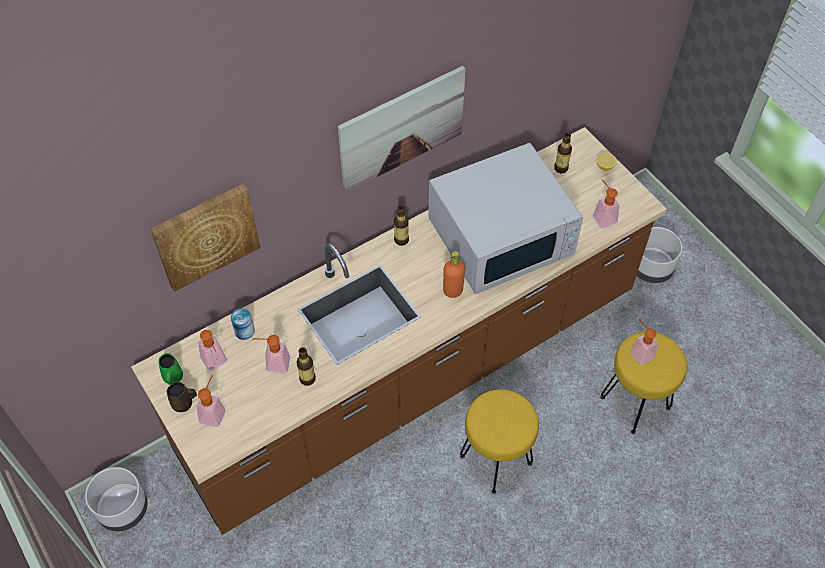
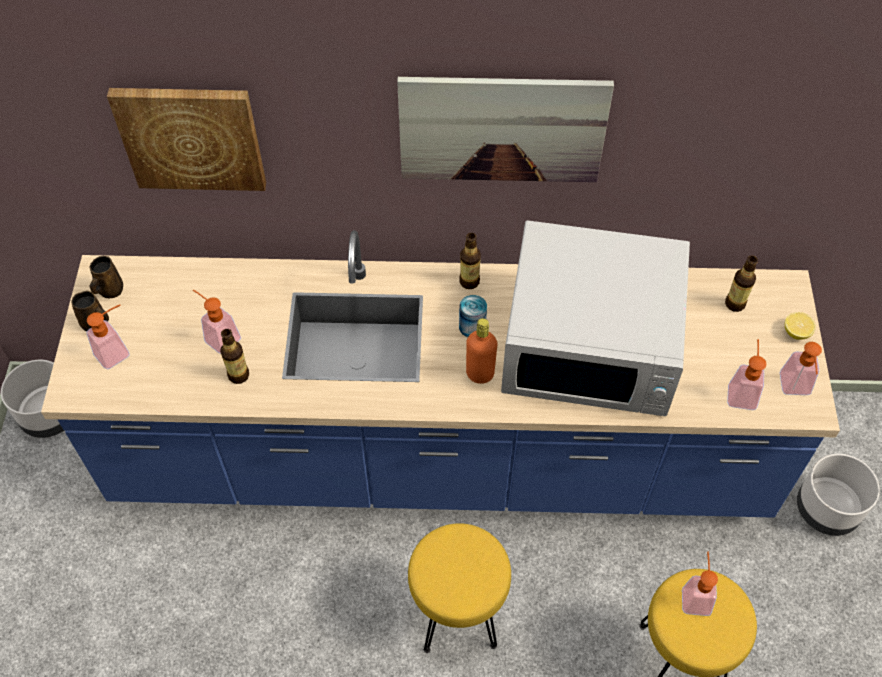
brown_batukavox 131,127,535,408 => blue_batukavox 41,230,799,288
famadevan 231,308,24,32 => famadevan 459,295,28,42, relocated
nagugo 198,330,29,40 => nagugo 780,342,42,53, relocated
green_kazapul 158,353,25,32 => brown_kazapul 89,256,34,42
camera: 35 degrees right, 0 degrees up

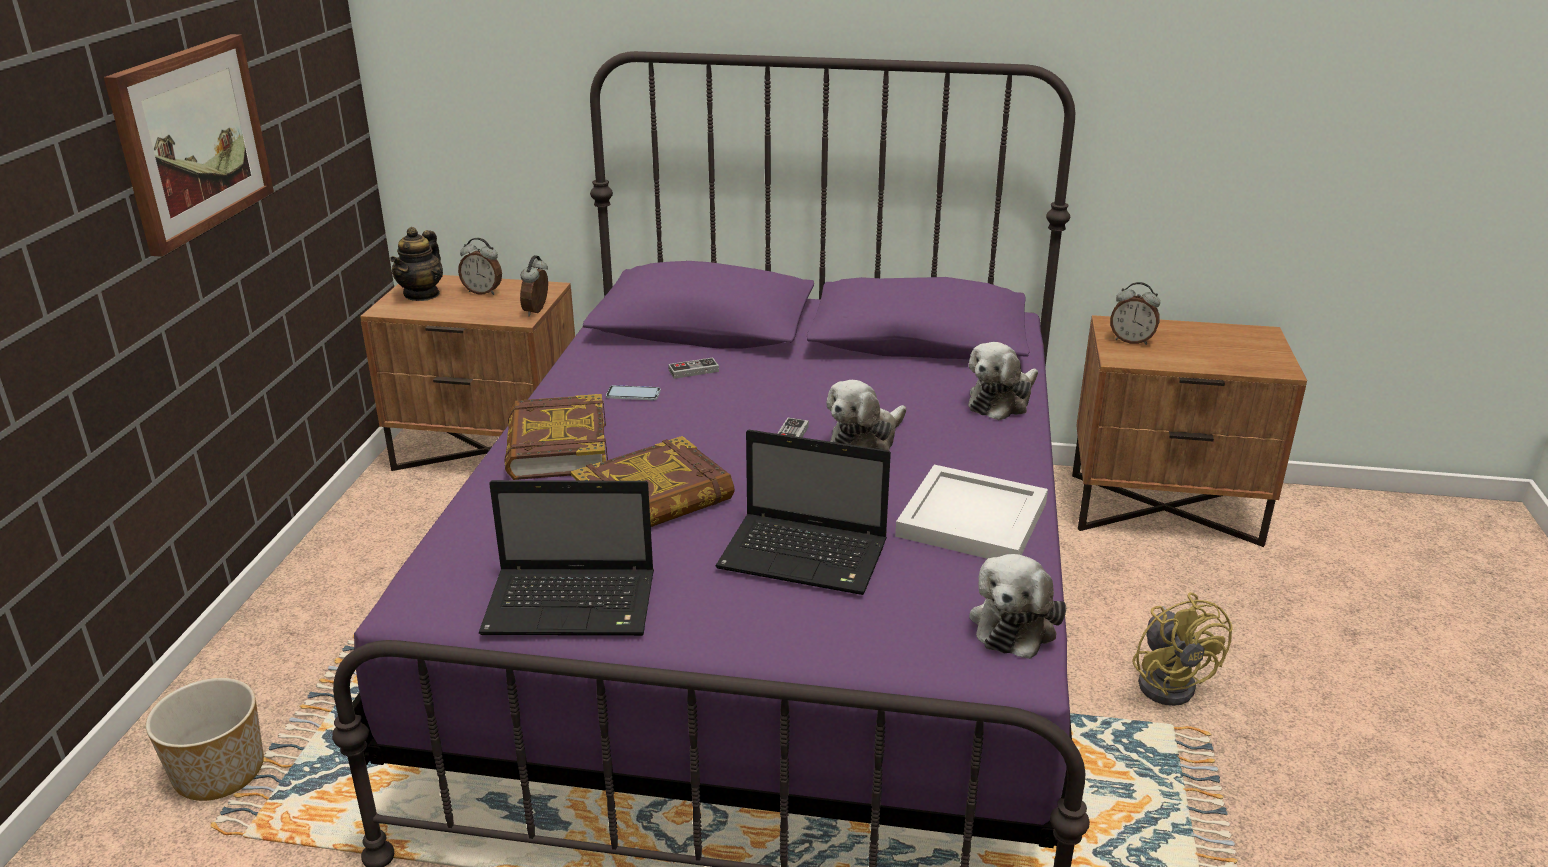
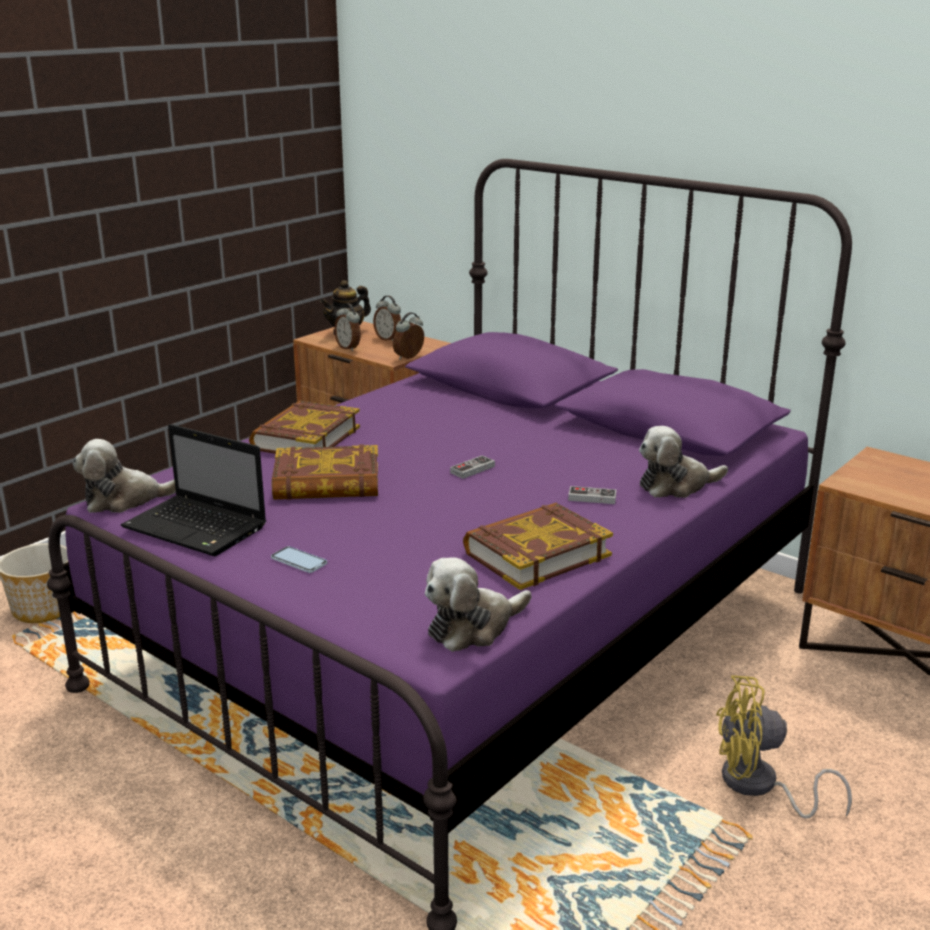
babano 104,34,170,223 => nothing
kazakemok 1110,282,50,63 => kazakemok 334,303,27,48, relocated
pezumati 668,358,51,21 => pezumati 568,486,48,18, relocated
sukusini 826,380,80,70 => sukusini 73,439,103,74, relocated
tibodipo 606,385,55,15 => tibodipo 271,546,56,27, relocated
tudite 716,430,175,165 => nothing
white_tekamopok 895,465,153,94 => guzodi 463,503,150,87
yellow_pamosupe 1132,592,101,114 => yellow_pamosupe 716,675,136,144, 75 degrees clockwise
camera: 30 degrees right, 5 degrees down

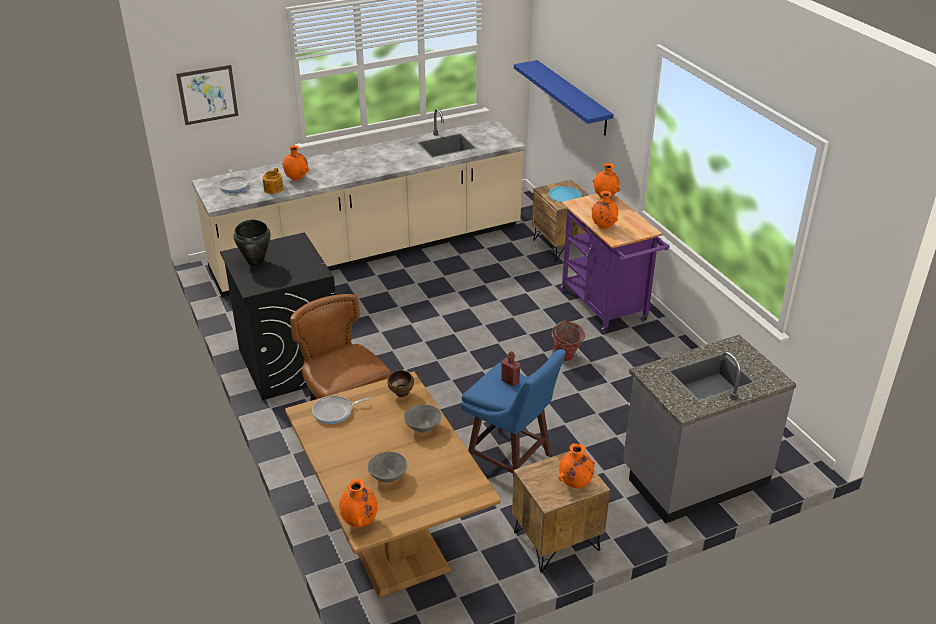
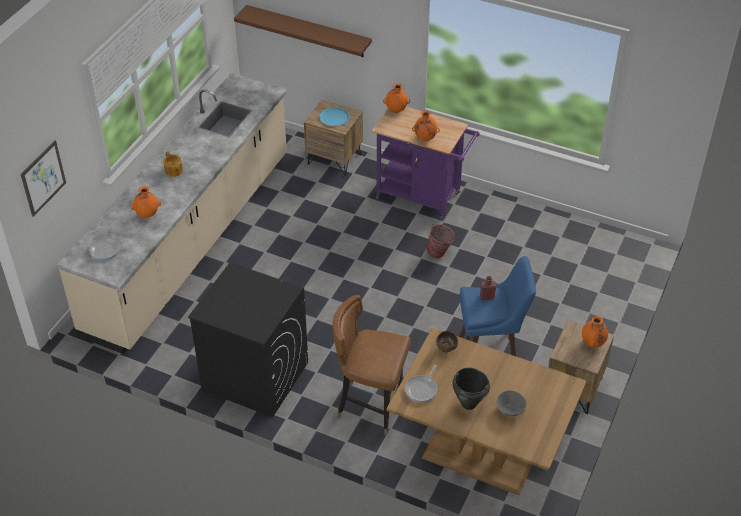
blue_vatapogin 514,60,99,76 => brown_vatapogin 234,5,138,52
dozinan 262,168,22,26 => dozinan 163,151,20,26, relocated
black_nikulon 233,220,38,46 => black_nikulon 452,368,38,42, relocated
grey_batukavox 623,335,173,188 => nothing
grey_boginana 404,404,38,29 => nothing
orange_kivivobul 339,479,39,48 => nothing
camera: 40 degrees left, 10 degrees up

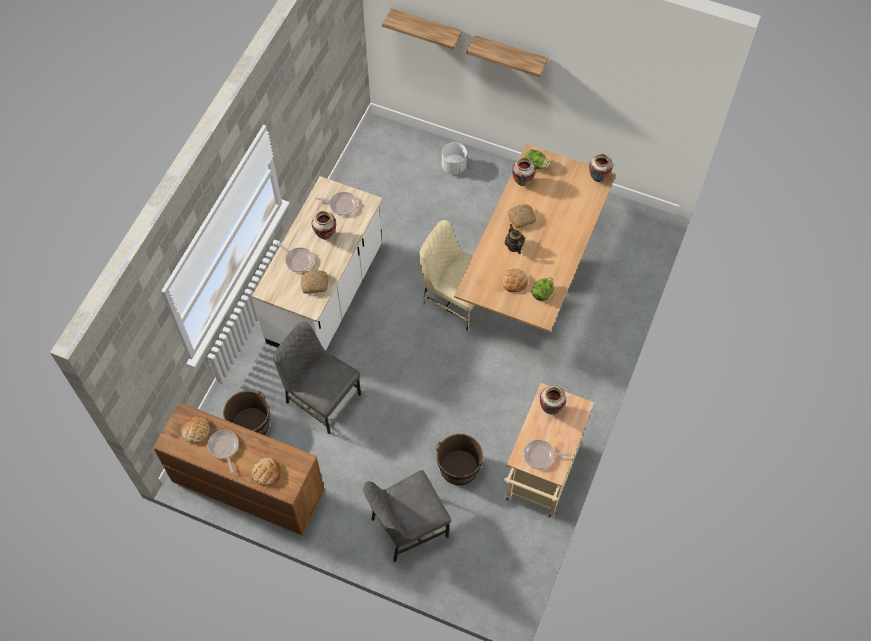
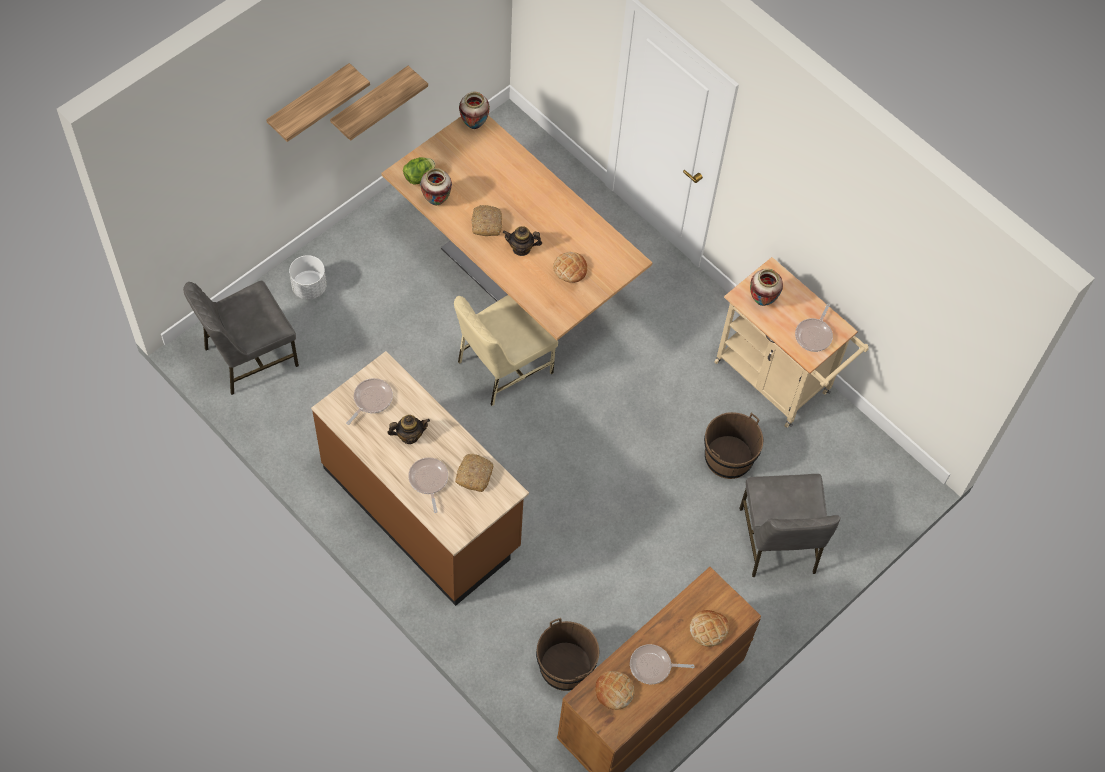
vatapogin 382,8,80,41 => vatapogin 330,66,98,75, relocated
white_batukavox 252,176,131,174 => brown_batukavox 311,351,218,255
kivivobul 312,211,24,29 => dozinan 387,415,43,29
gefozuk 277,243,37,29 => gefozuk 408,457,40,56, 75 degrees counterclockwise
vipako 531,277,23,24 => nothing
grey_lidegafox 273,322,88,112 => grey_lidegafox 183,280,116,115, relocated
camera: 70 degrees left, 0 degrees up

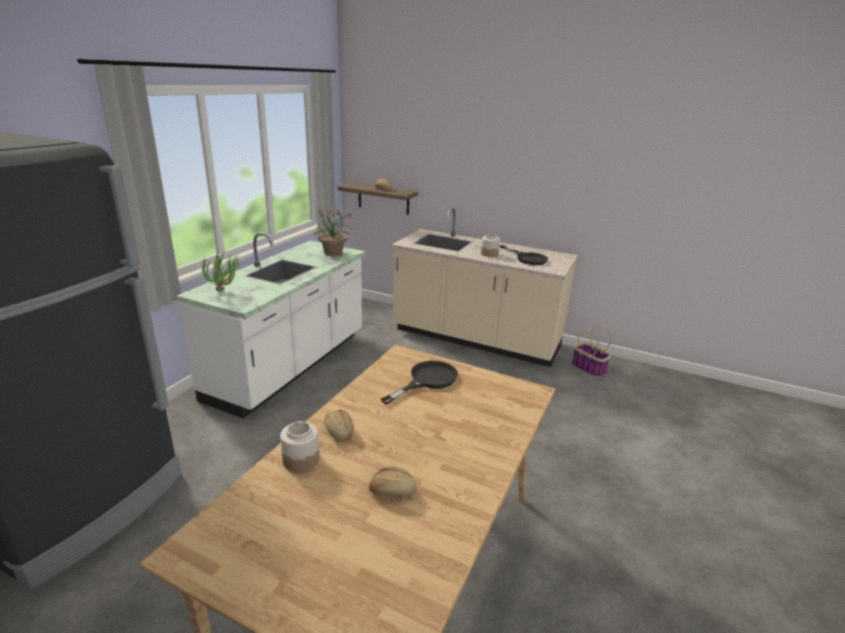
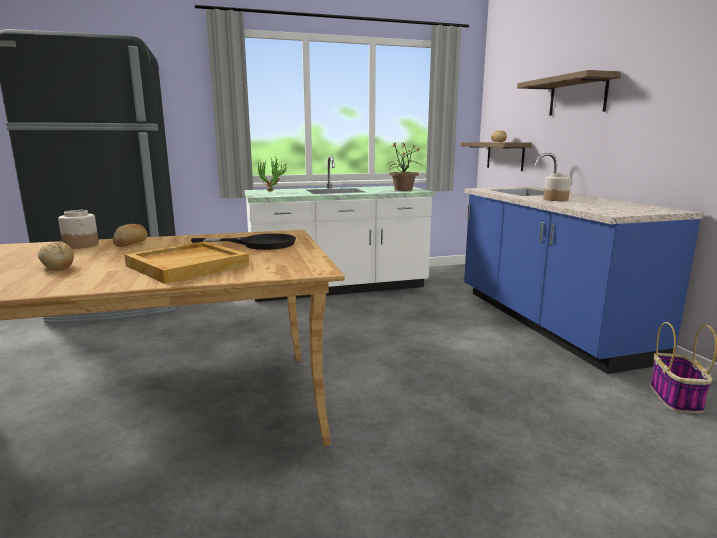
beige_batukavox 392,208,186,159 => blue_batukavox 464,153,240,221
black_gefozuk 500,245,48,20 => nothing
nothing => vatapogin 517,70,104,46
nothing => beige_tekamopok 124,241,125,43
camera: 50 degrees right, 10 degrees down

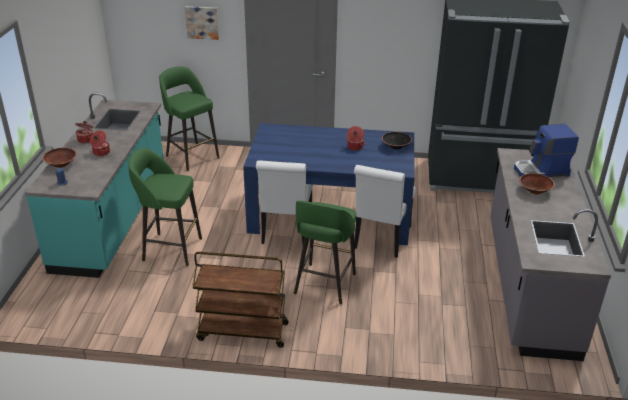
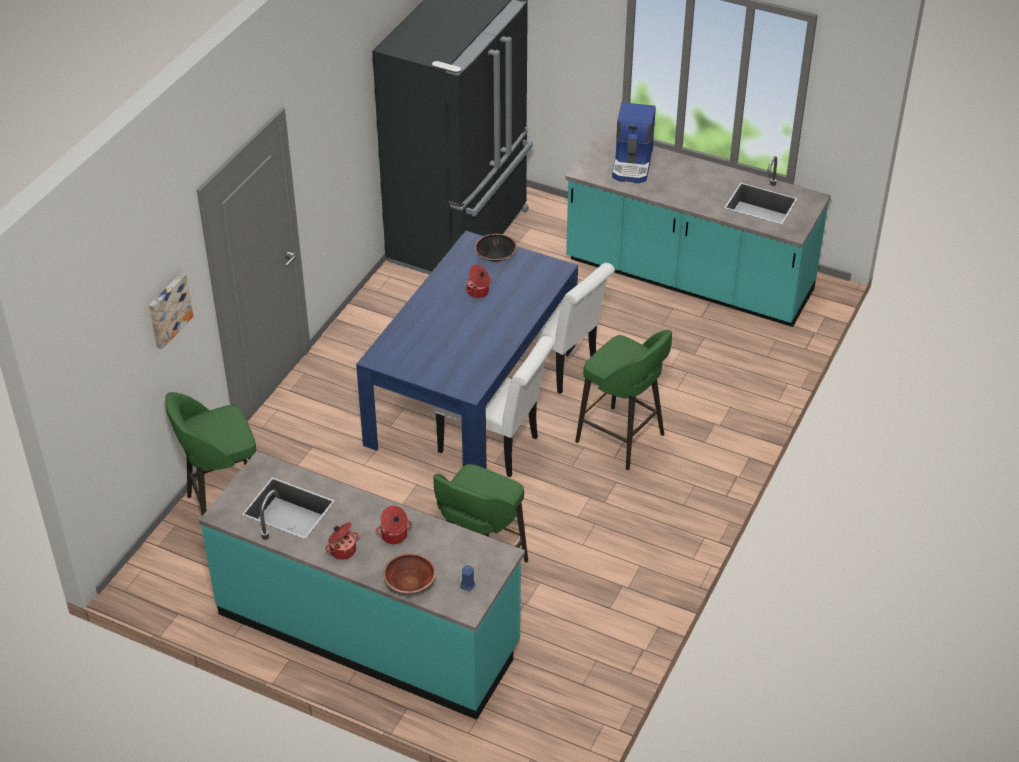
grey_batukavox 490,148,121,213 => turquoise_batukavox 565,131,266,196
brown_boginana 519,173,36,21 => nothing
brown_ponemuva 192,252,97,96 => nothing
camera: 70 degrees left, 10 degrees up

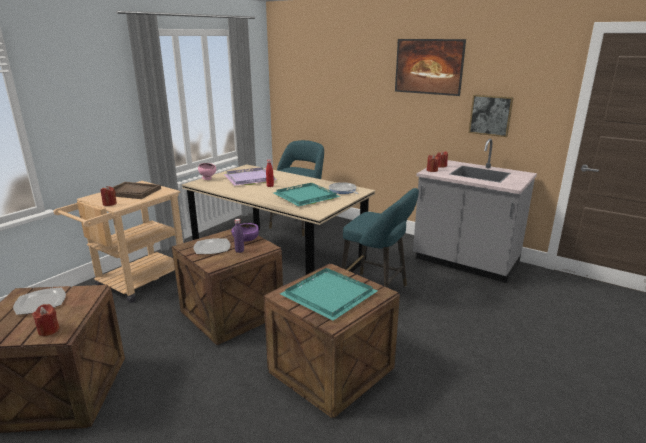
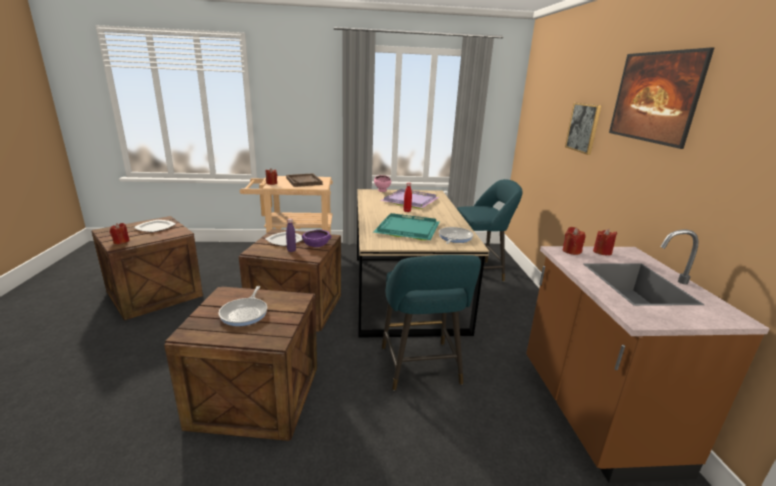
babano 469,94,45,43 => babano 565,103,36,52, relocated
grey_batukavox 413,139,124,144 => brown_batukavox 526,230,244,253
turquoise_tekamopok 280,268,97,53 => gefozuk 219,286,48,40
camera: 50 degrees right, 0 degrees up

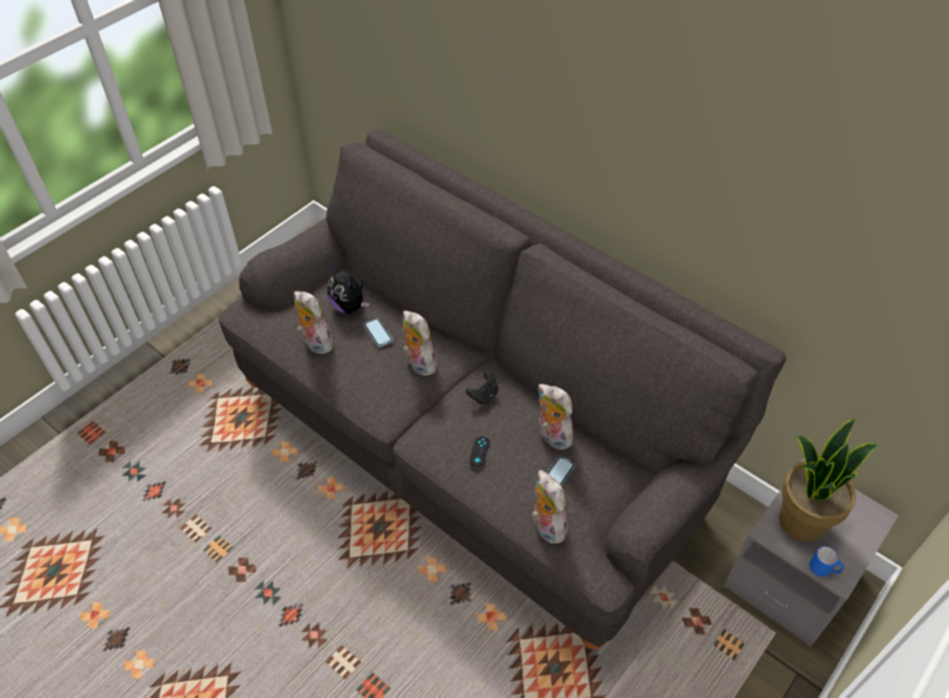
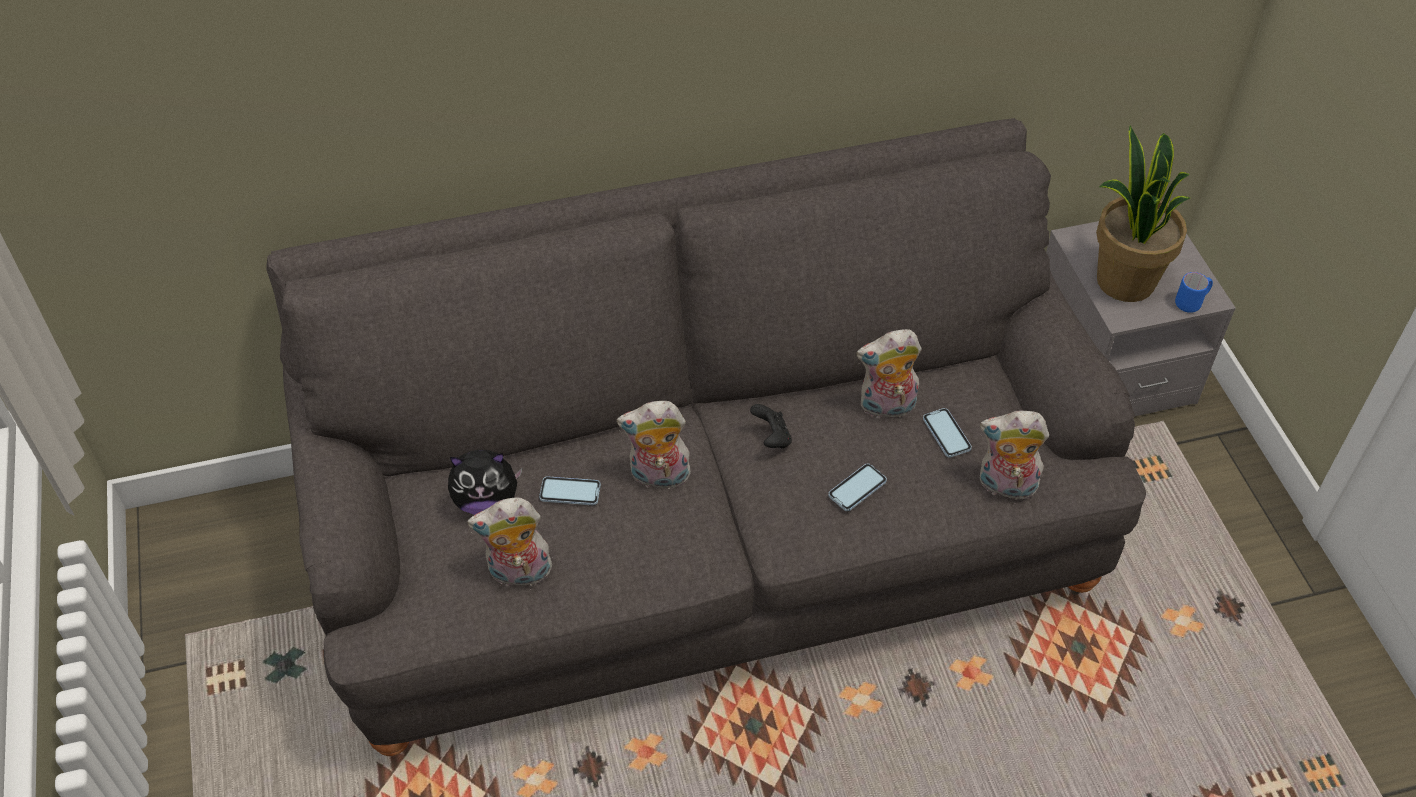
black_pezumati 469,436,21,31 => tibodipo 828,463,59,48
camera: 55 degrees left, 0 degrees up

